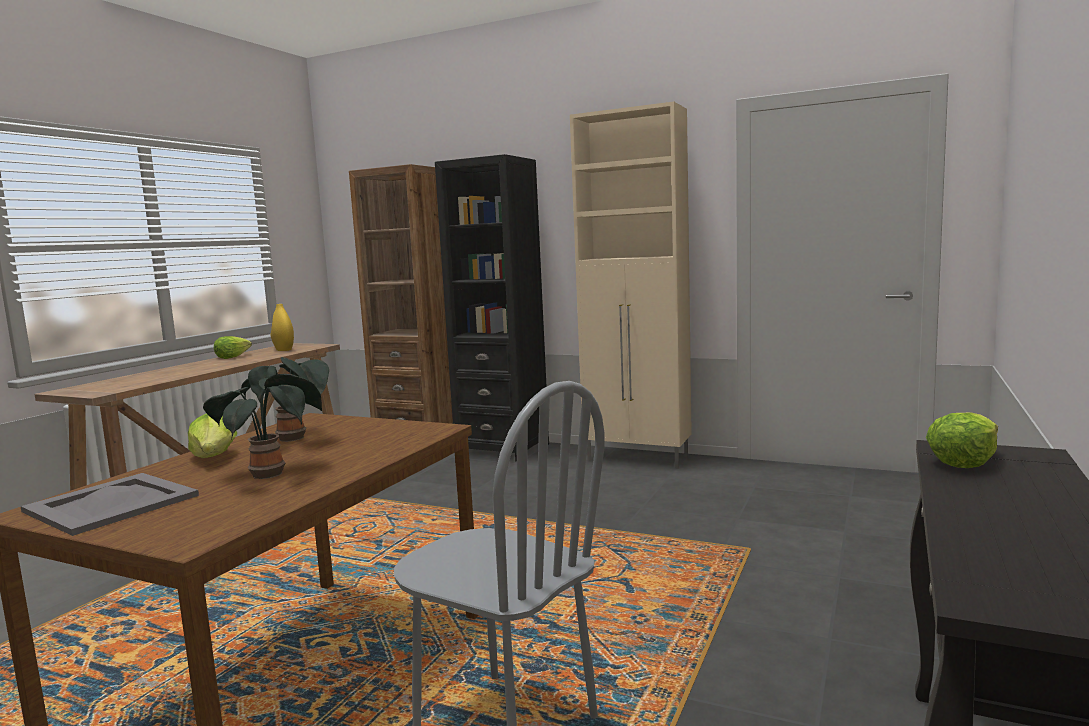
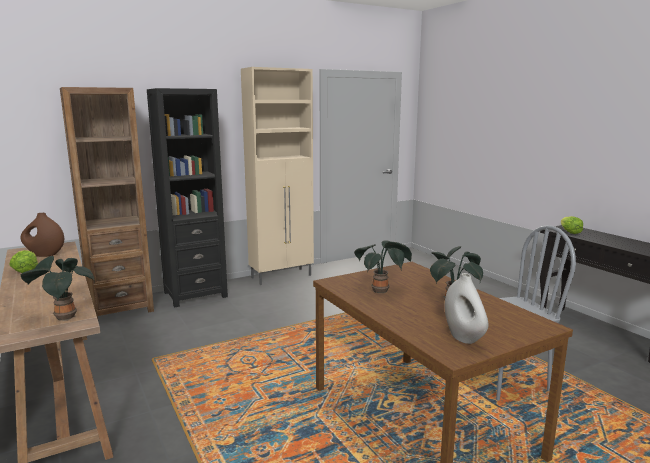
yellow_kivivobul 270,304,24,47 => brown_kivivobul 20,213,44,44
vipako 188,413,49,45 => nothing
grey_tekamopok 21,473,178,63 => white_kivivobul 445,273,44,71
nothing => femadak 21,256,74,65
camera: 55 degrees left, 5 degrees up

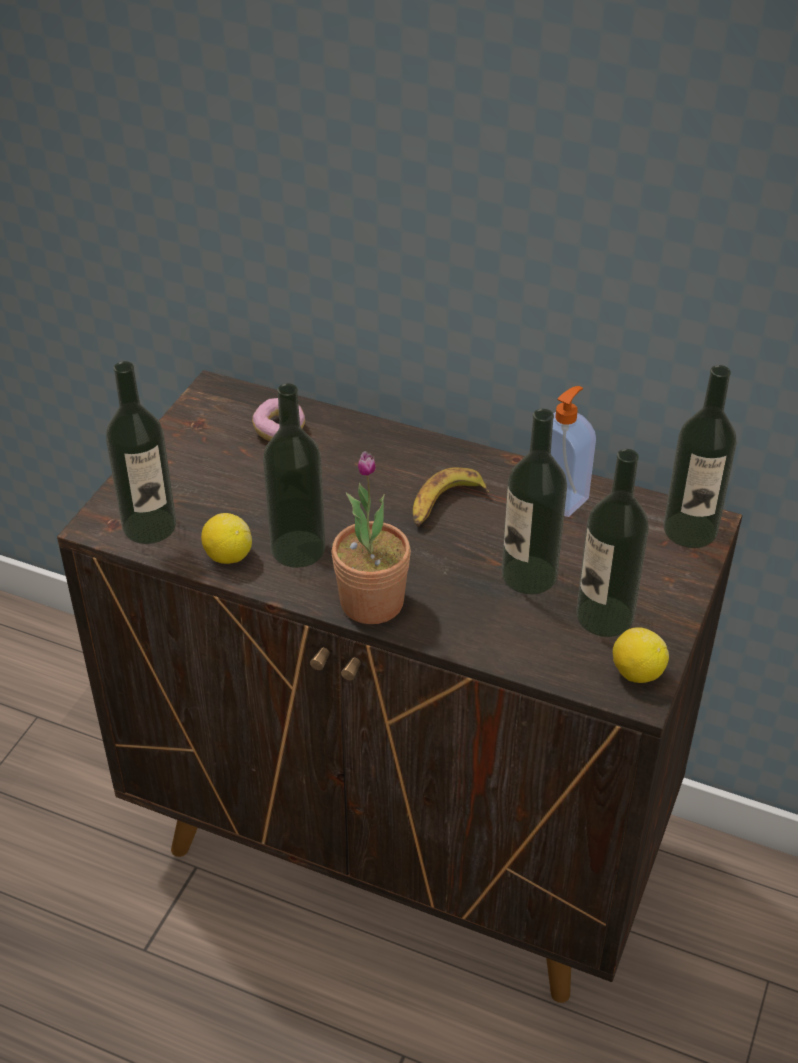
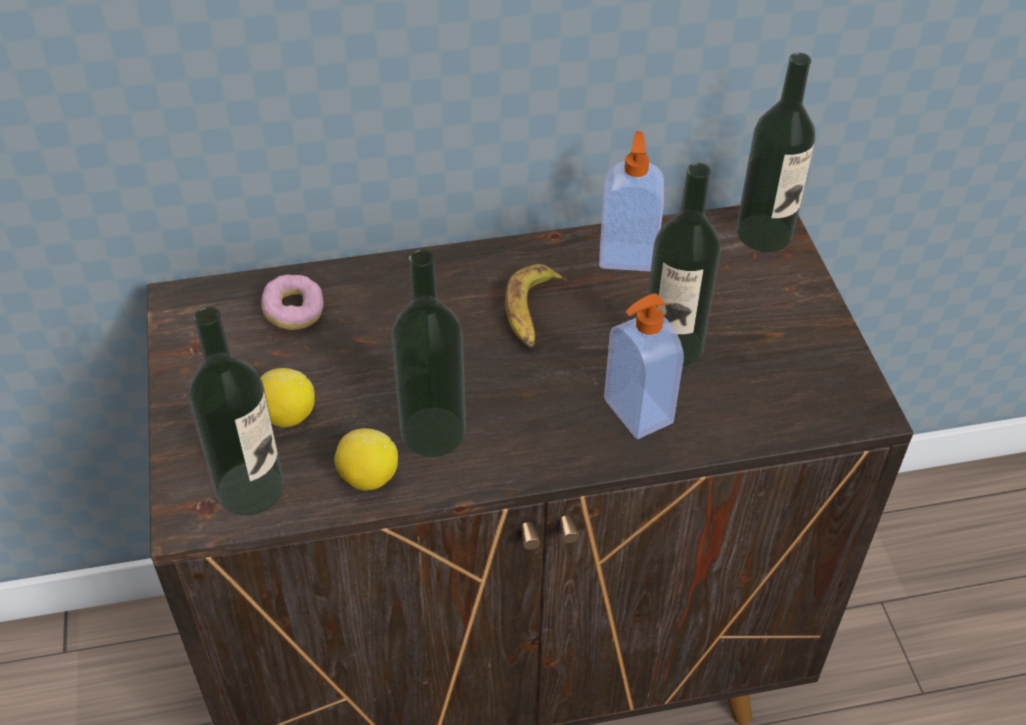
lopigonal 576,449,73,188 => nothing
femadak 332,451,79,173 => nothing
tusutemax 613,627,56,56 => tusutemax 260,368,55,60, relocated
nothing => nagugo 604,293,80,146
camera: 35 degrees left, 5 degrees up

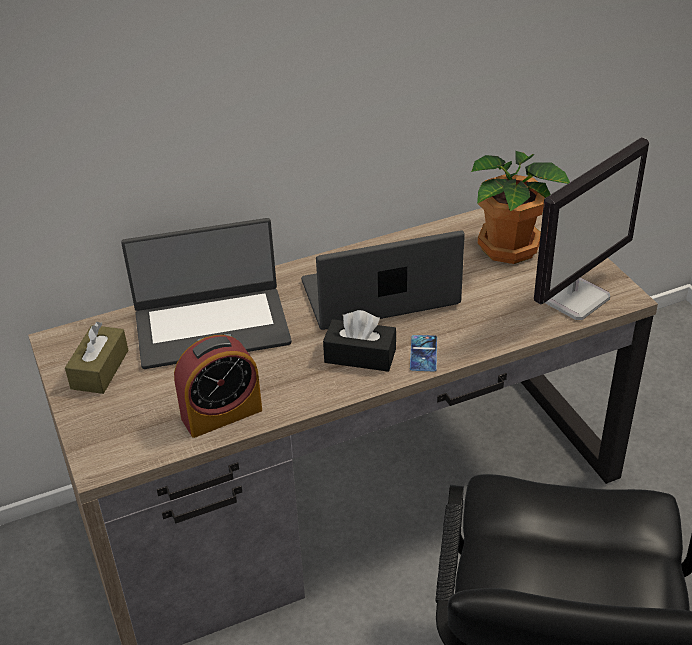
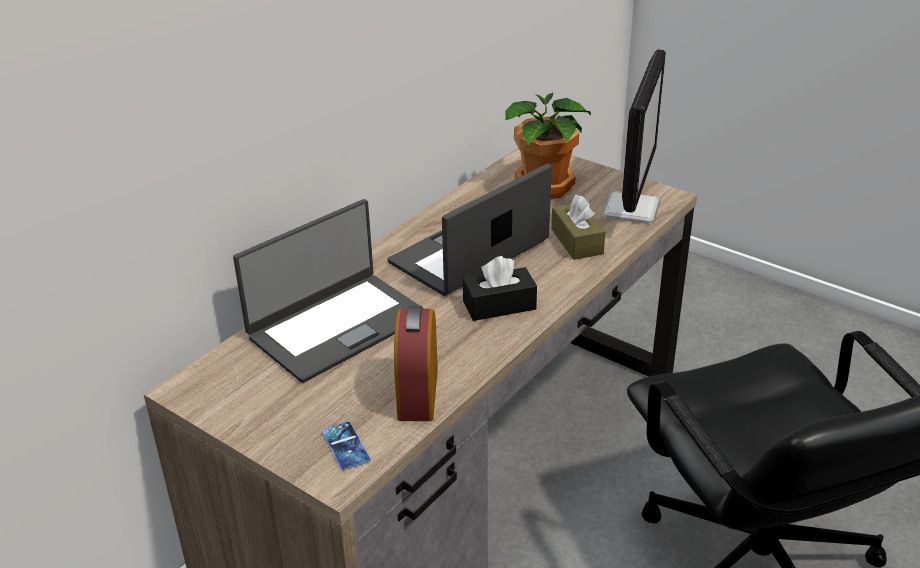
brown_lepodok 65,322,63,72 => brown_lepodok 551,195,54,65, relocated
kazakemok 174,335,88,103 => kazakemok 394,306,44,115, 150 degrees clockwise
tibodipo 410,335,27,36 => tibodipo 322,422,49,48, relocated
camera: 30 degrees left, 5 degrees down

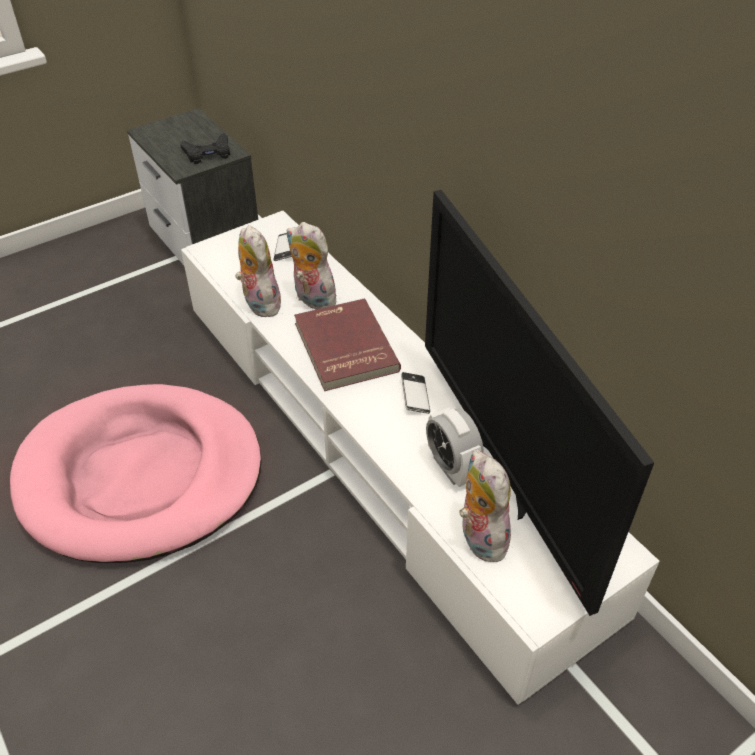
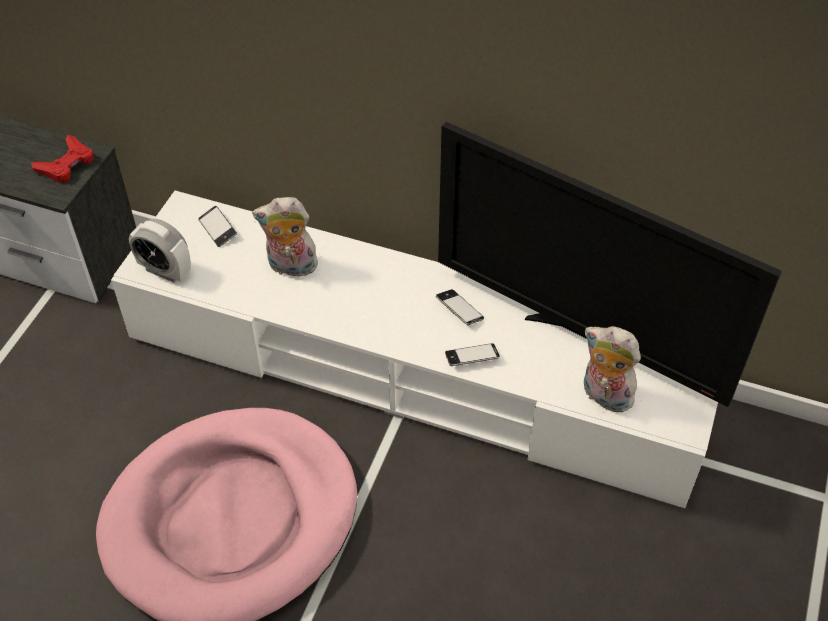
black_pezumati 180,133,50,31 => red_pezumati 31,135,63,48
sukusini 235,225,49,92 => nothing
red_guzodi 294,299,107,92 => nothing
kazakemok 426,407,58,80 => kazakemok 129,219,62,64, relocated
nothing => tibodipo 445,343,55,23
camera: 35 degrees left, 5 degrees up

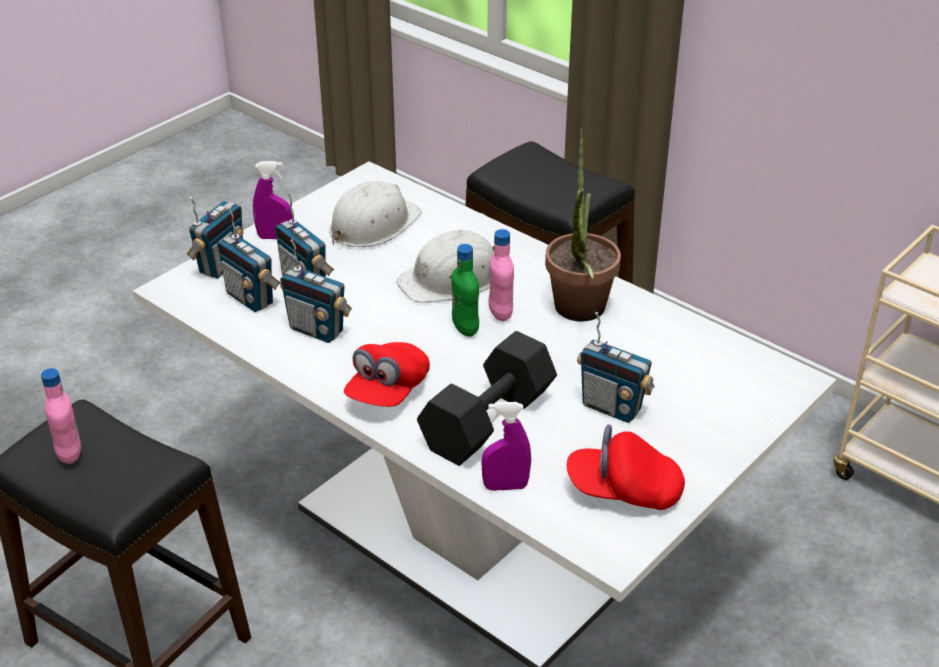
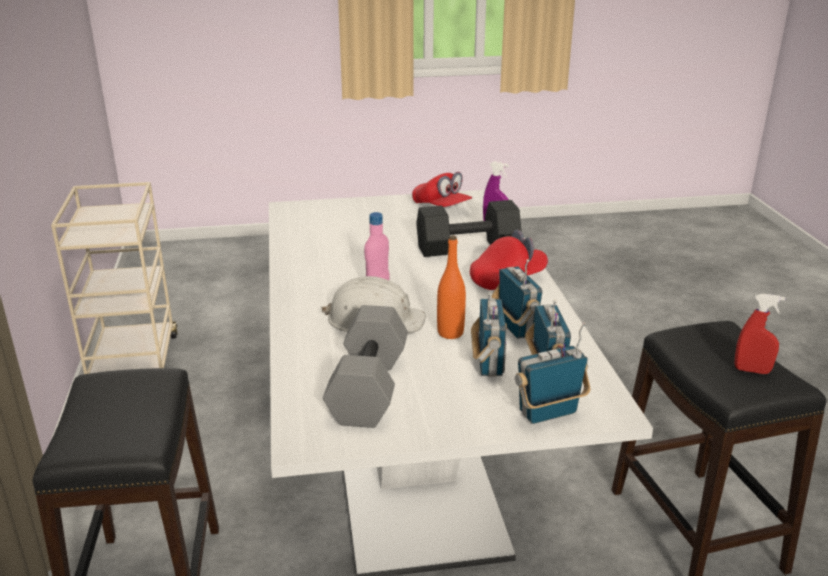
femadak 545,129,76,193 => nothing
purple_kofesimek 253,161,39,78 => nothing
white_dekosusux 329,181,93,66 => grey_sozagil 323,305,85,123
green_lopigonal 451,244,28,93 => nothing
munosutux 577,312,77,111 => nothing
pink_lopigonal 41,368,40,96 => red_kofesimek 735,293,50,81
nothing => orange_lopigonal 437,236,29,103
camera: 140 degrees left, 10 degrees down

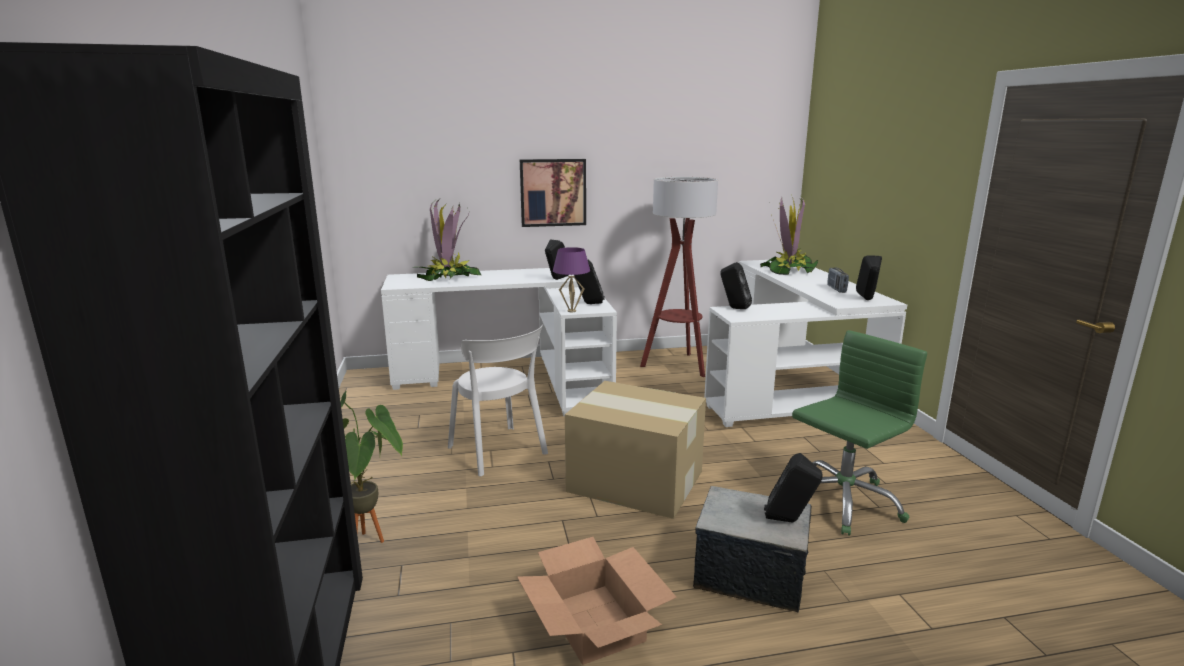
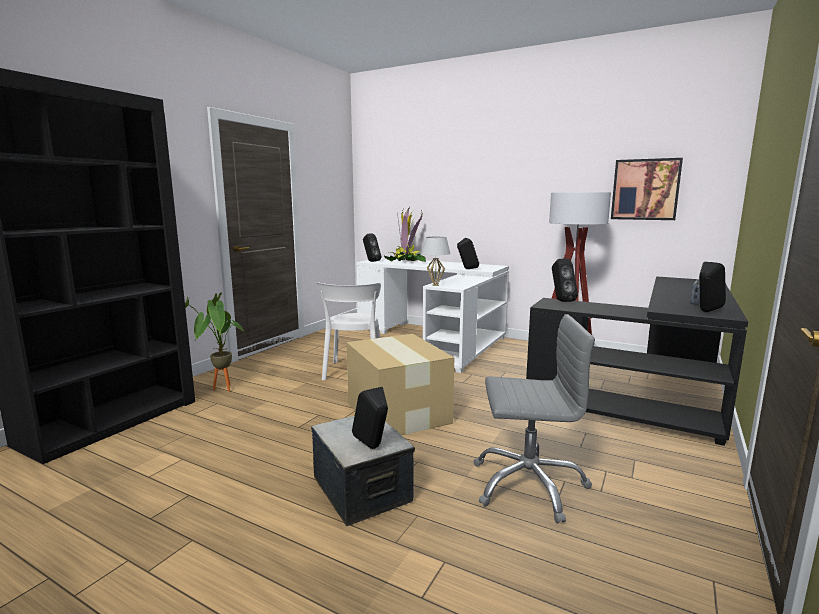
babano 520,159,66,68 => babano 611,158,72,62, relocated
femadak 760,197,58,78 => nothing
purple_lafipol 553,247,37,65 => white_lafipol 422,237,28,49
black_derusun 574,259,31,45 => black_derusun 363,234,18,28, relocated
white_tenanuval 704,260,203,167 => black_tenanuval 526,276,222,170
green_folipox 792,330,135,206 => grey_folipox 473,314,122,209
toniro 517,537,160,128 => nothing
camera: 40 degrees right, 5 degrees down

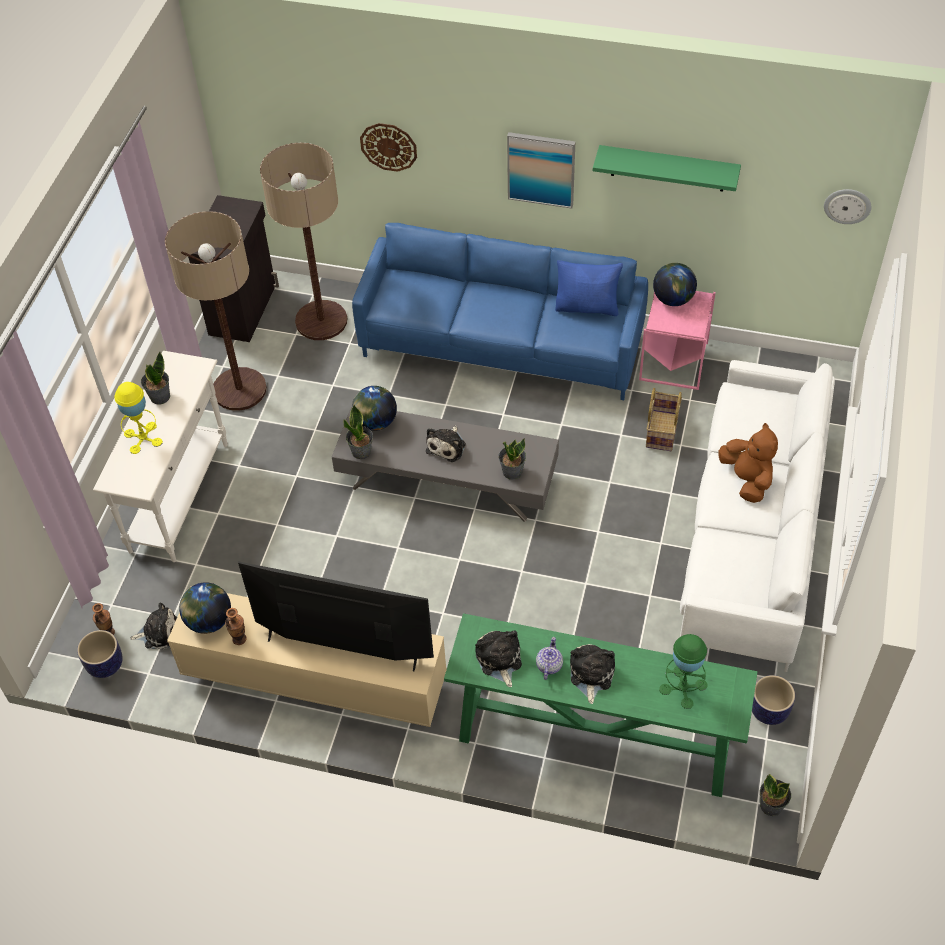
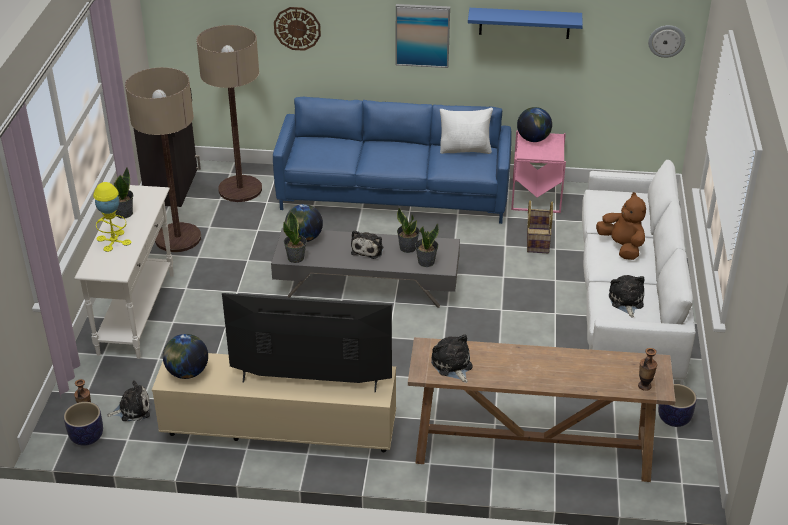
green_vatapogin 593,145,148,47 => blue_vatapogin 468,8,115,31
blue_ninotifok 555,260,68,56 => white_ninotifok 440,108,53,46
kivivobul 225,608,22,37 => kivivobul 638,348,19,43, relocated
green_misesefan 444,613,314,184 => brown_misesefan 408,337,267,145
green_lafipol 659,634,49,75 => nothing
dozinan 536,637,27,43 => nothing
sukusini 570,644,45,60 => sukusini 609,275,36,43, relocated
femadak 760,774,31,42 => femadak 397,207,23,46, relocated
camera: 10 degrees left, 15 degrees down

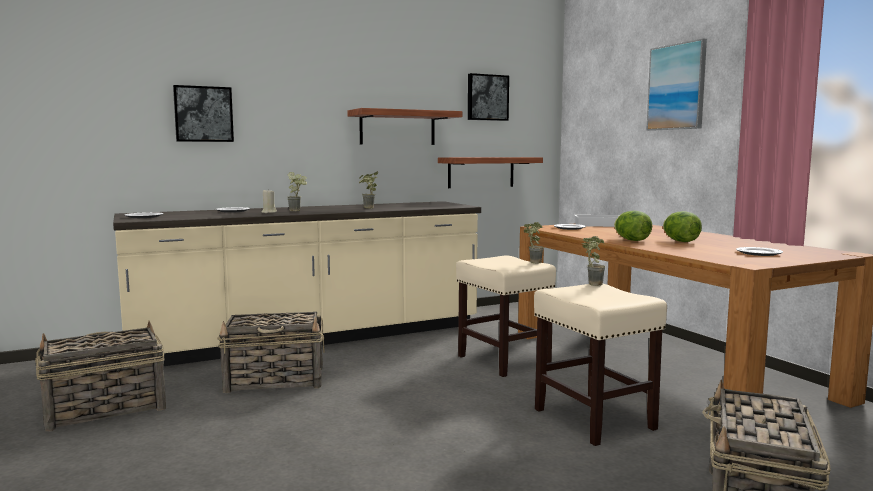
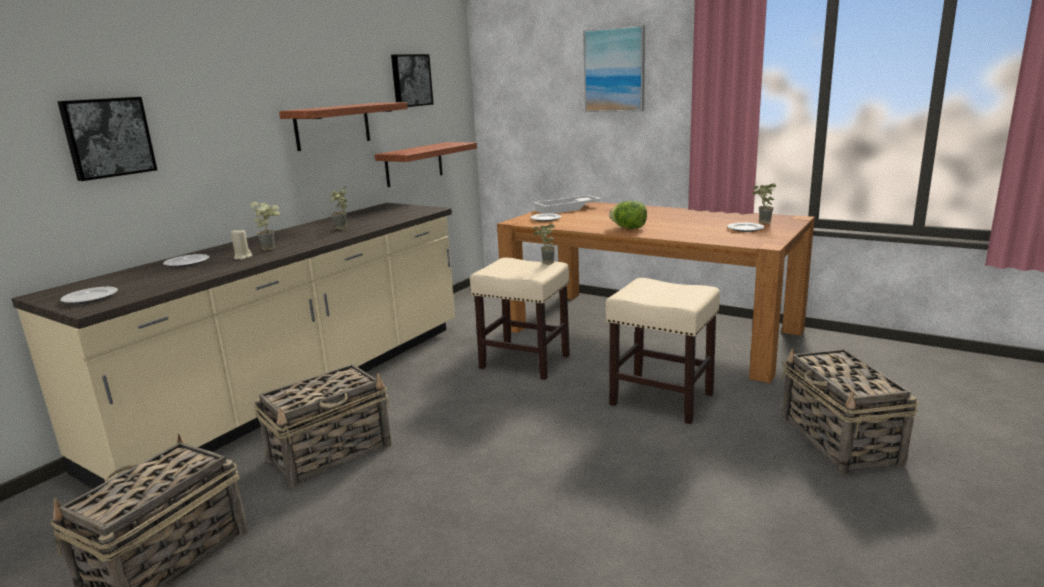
vipako 663,211,39,31 => nothing
femadak 582,236,24,50 => femadak 752,183,24,41, relocated
camera: 30 degrees left, 10 degrees up

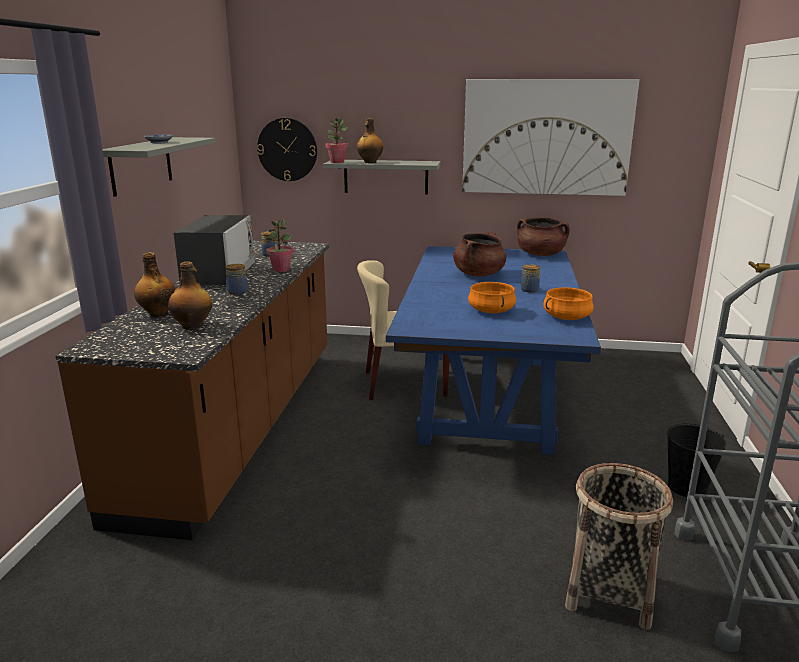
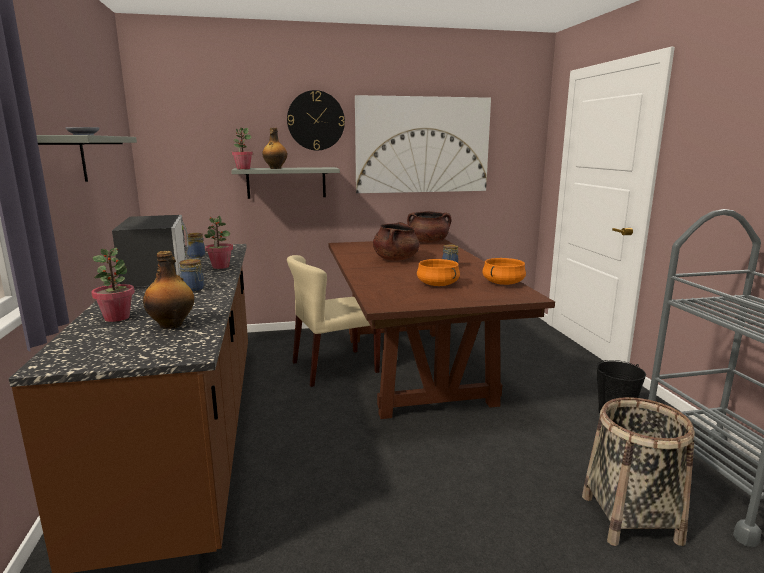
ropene 257,118,60,63 => ropene 287,90,58,60, relocated
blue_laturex 386,246,215,209 => brown_laturex 328,239,227,180
lopigonal 134,252,42,65 => femadak 91,248,44,74
camera: 20 degrees left, 5 degrees down

